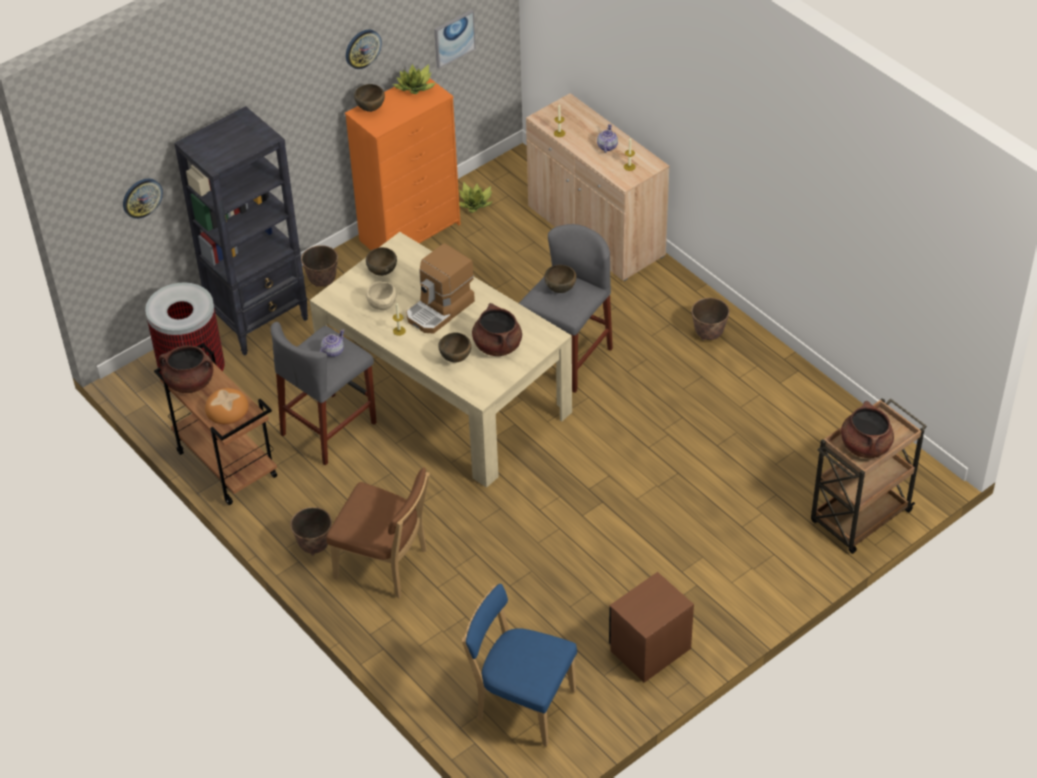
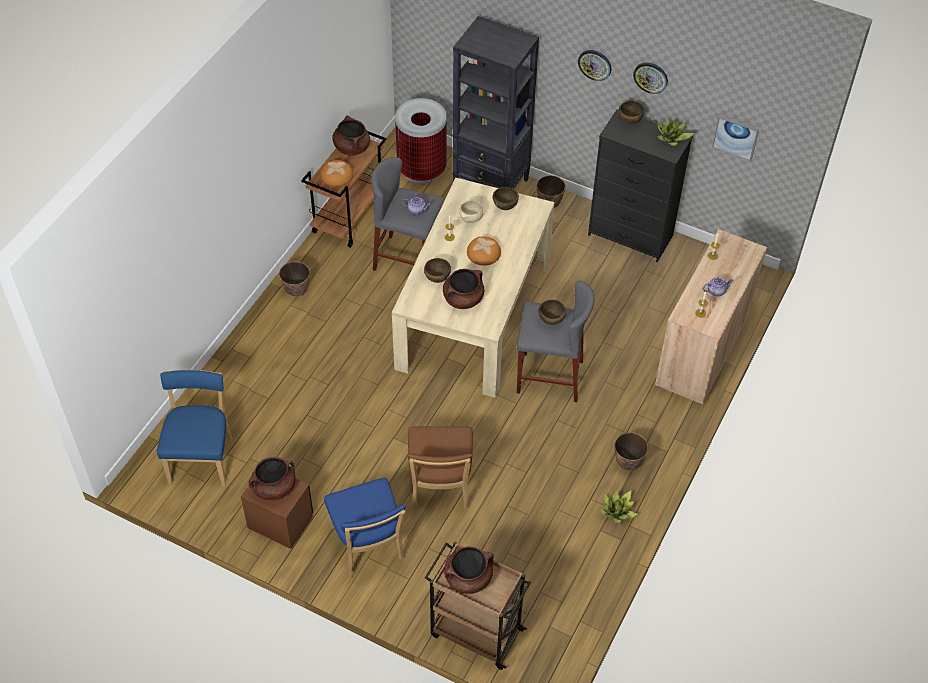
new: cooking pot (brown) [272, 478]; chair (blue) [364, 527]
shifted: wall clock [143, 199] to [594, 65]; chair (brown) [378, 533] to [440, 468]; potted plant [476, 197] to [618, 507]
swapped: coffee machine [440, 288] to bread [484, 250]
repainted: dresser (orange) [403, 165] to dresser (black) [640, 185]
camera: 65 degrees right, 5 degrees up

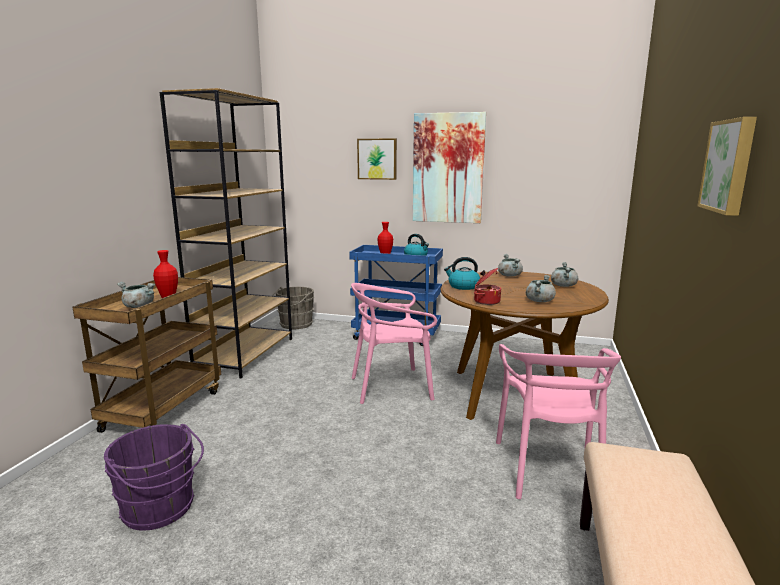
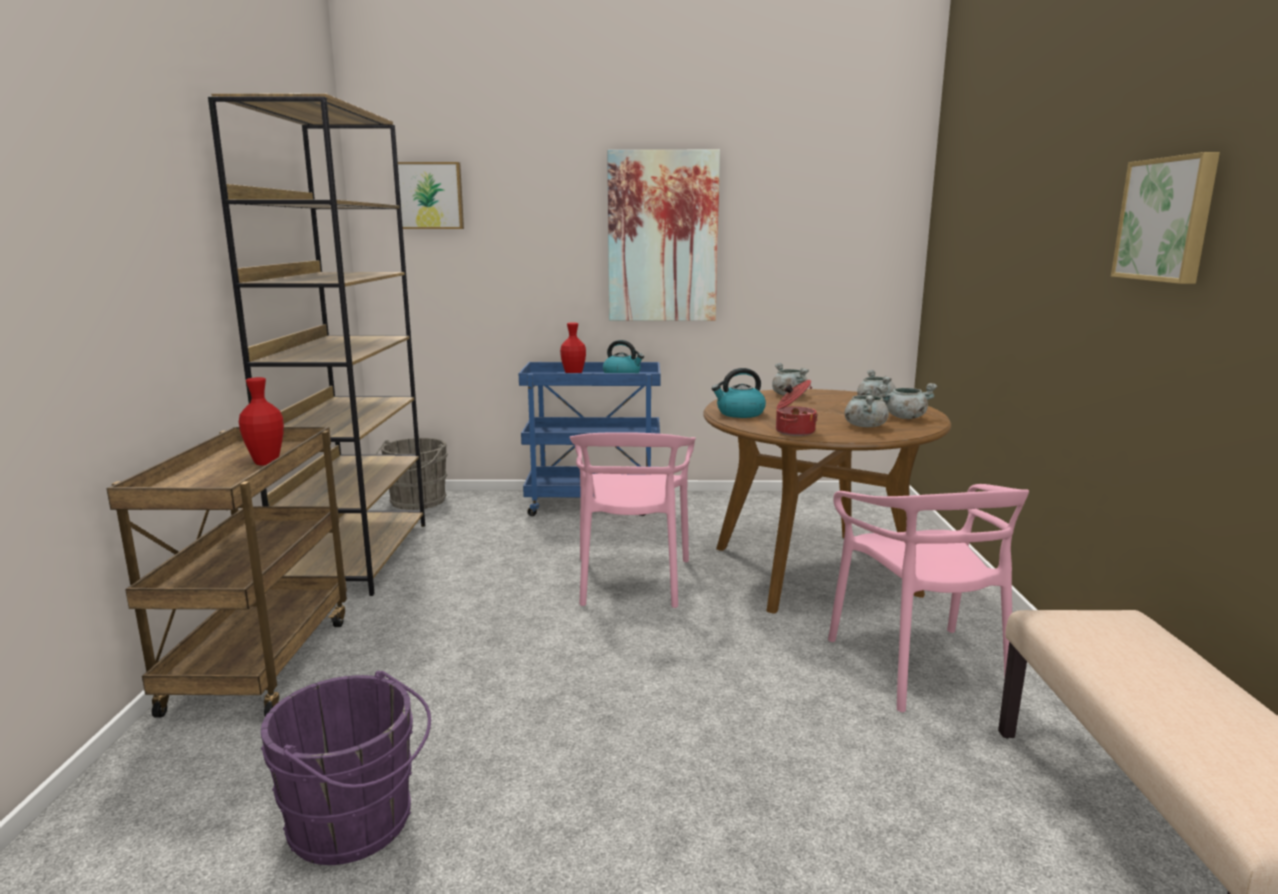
shifted: cooking pot (grey) [136, 295] to [906, 401]; picture [377, 159] to [431, 195]
rotated: chair (pink) [394, 343] = [632, 520] 60 degrees counterclockwise
camera: 15 degrees left, 0 degrees up

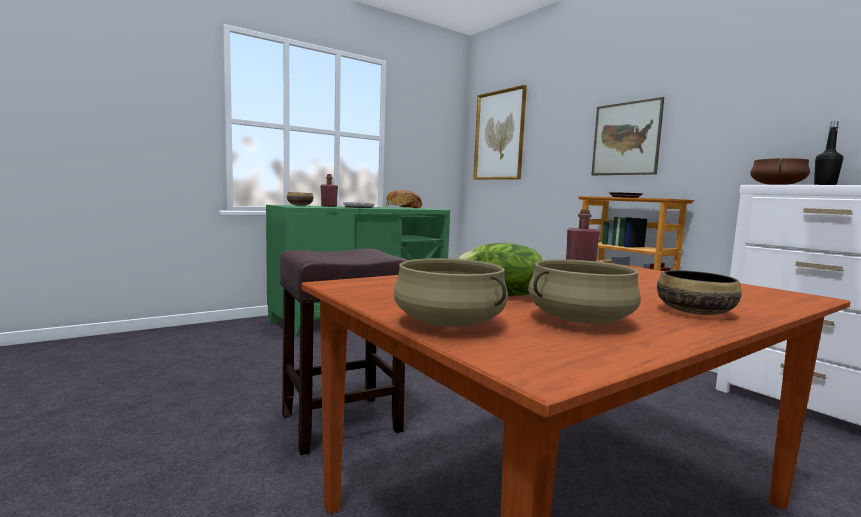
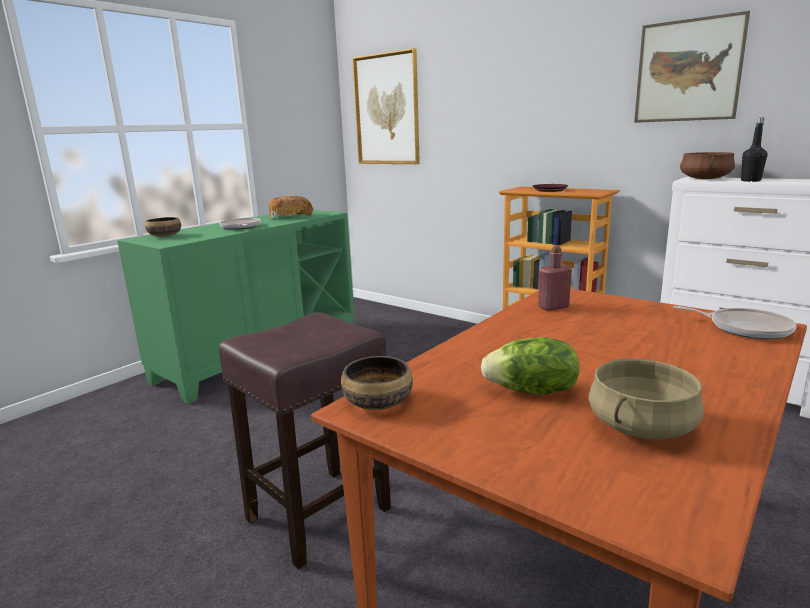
gone: bottle (red) [329, 190]; cooking pot (beige) [451, 292]
new: frying pan [735, 322]
shifted: picture [627, 136] to [692, 67]; bowl [699, 292] to [377, 383]
camera: 15 degrees left, 10 degrees up

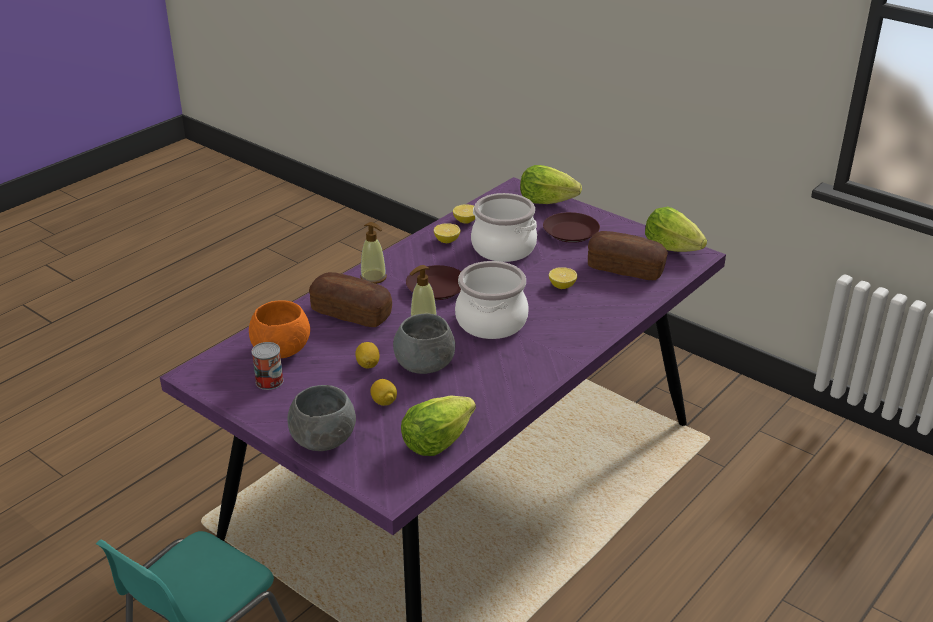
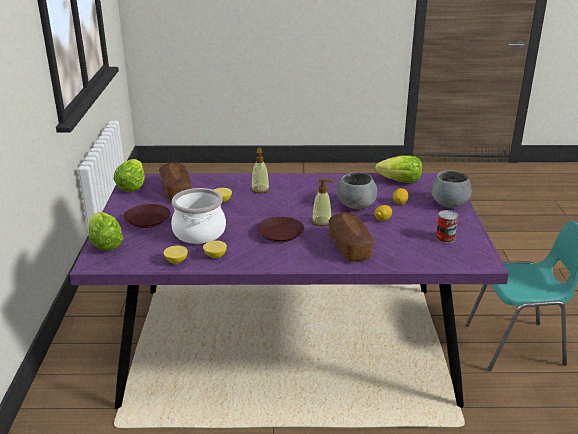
gone: bowl (orange) [279, 329]; cooking pot [492, 300]
shifted: soap dispenser [373, 253] to [260, 170]
camera: 130 degrees left, 5 degrees down

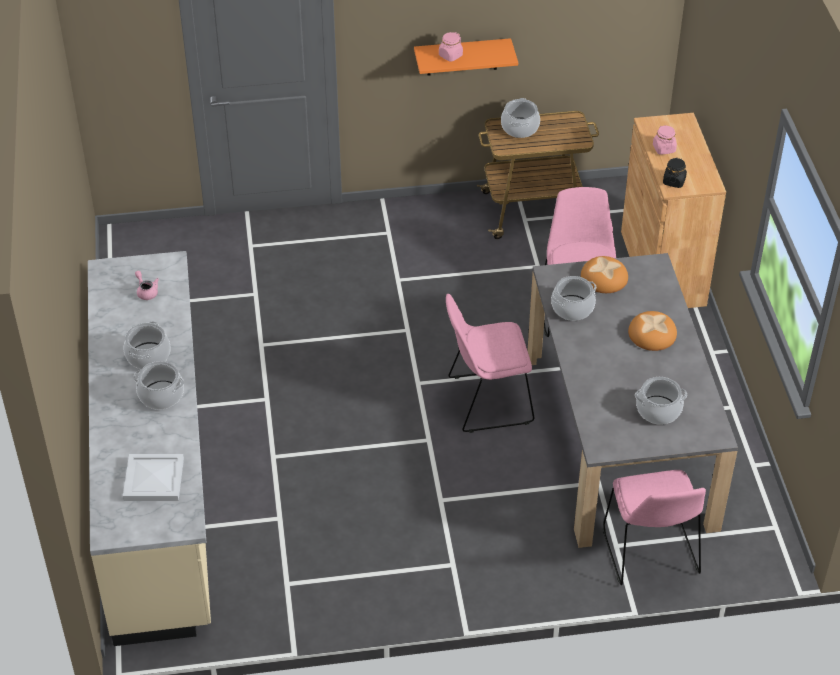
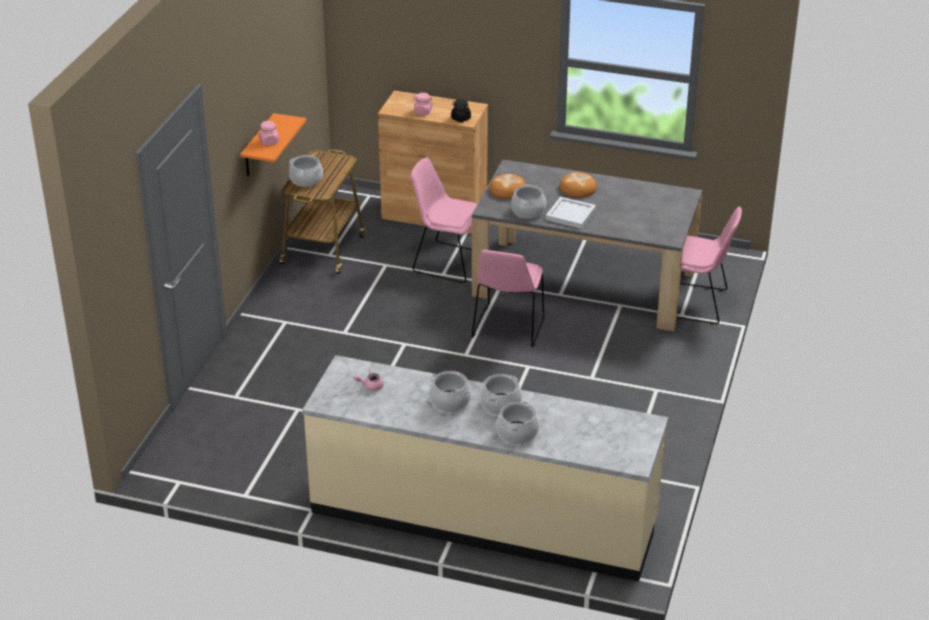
shifted: tray (white) [153, 477] to [571, 213]; cooking pot [661, 401] to [517, 422]
camera: 65 degrees left, 10 degrees down

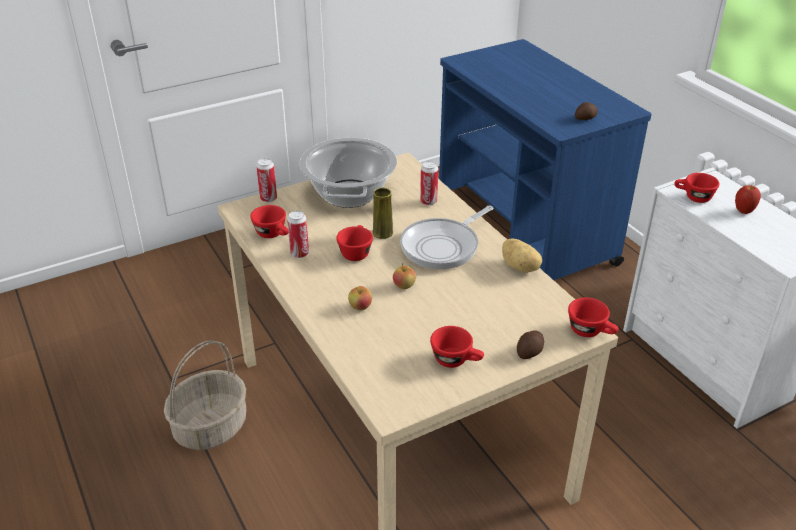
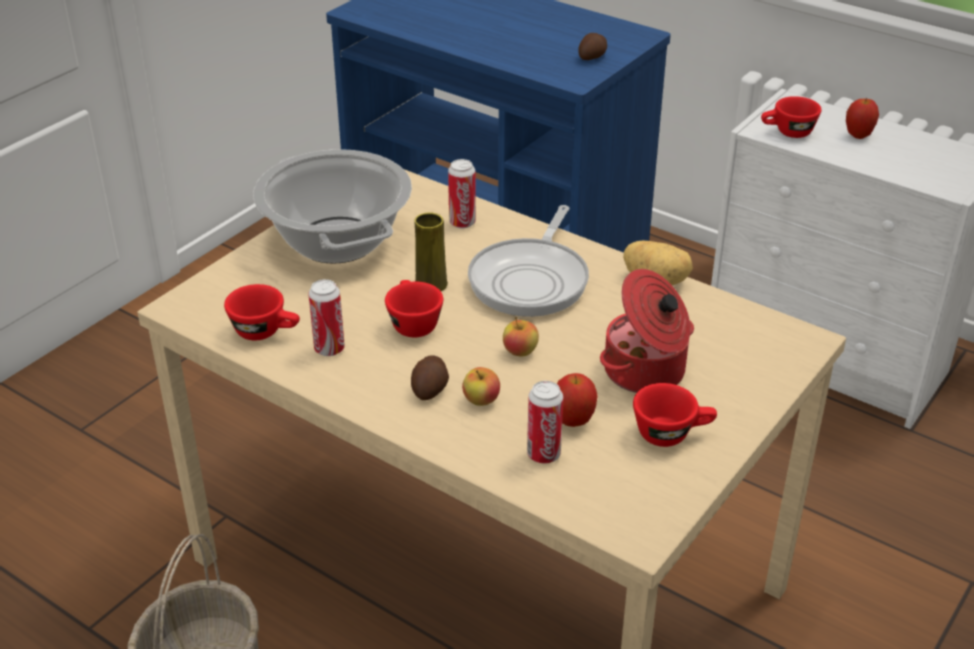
gone: cup (red) [593, 317]
new: apple [577, 400]; cooking pot [647, 331]
shifted: can [266, 180] to [545, 422]; potato [530, 344] to [430, 377]
camera: 25 degrees left, 0 degrees up

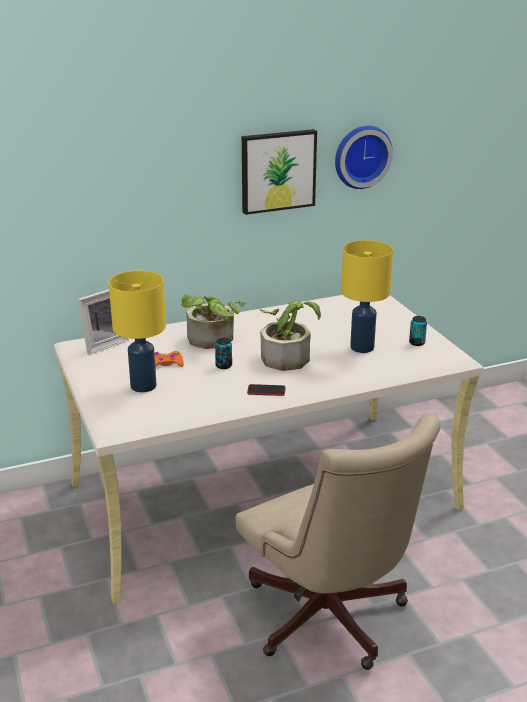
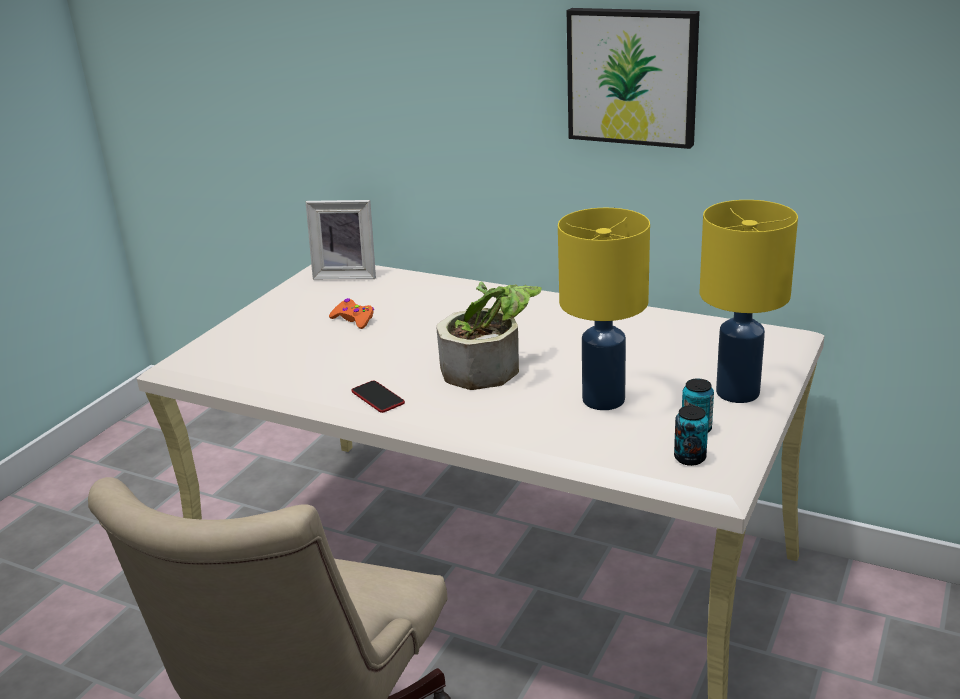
gone: potted plant [213, 321]; wall clock [364, 157]
shifted: table lamp (yellow) [137, 331] to [749, 301]; can [223, 353] to [691, 435]
camera: 50 degrees right, 0 degrees up

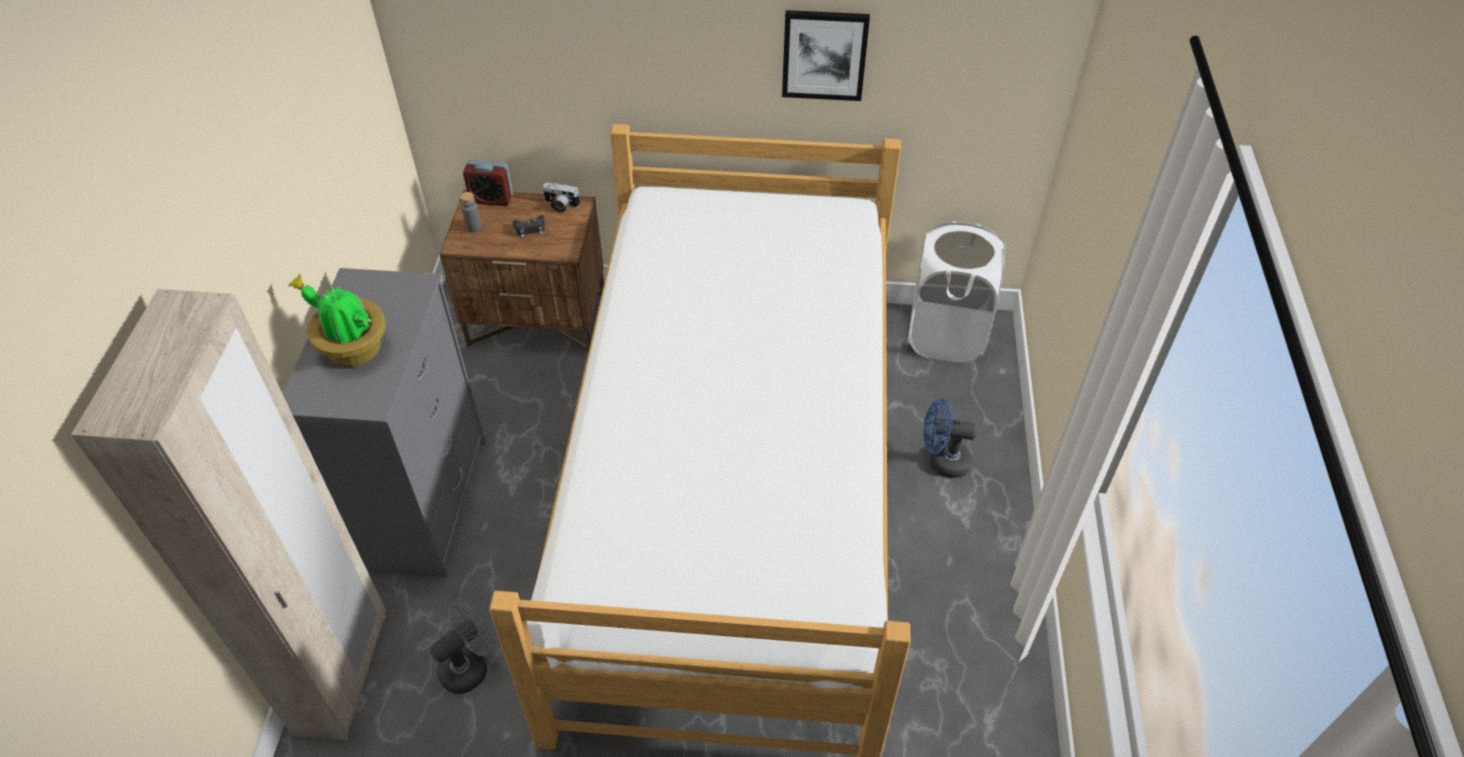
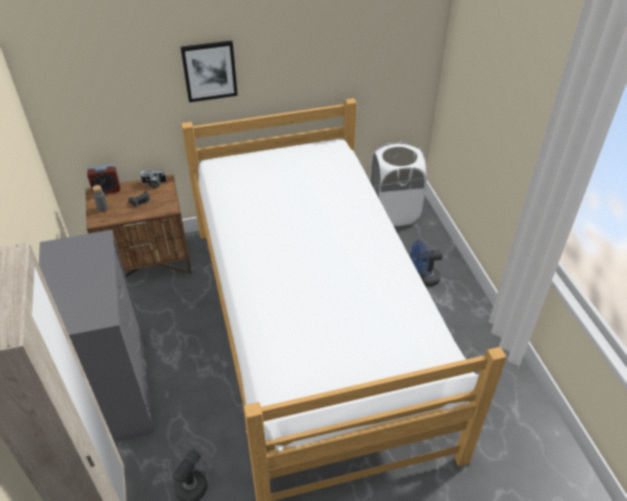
gone: potted plant [337, 320]
shifted: picture [826, 55] to [209, 71]
camera: 20 degrees left, 5 degrees down

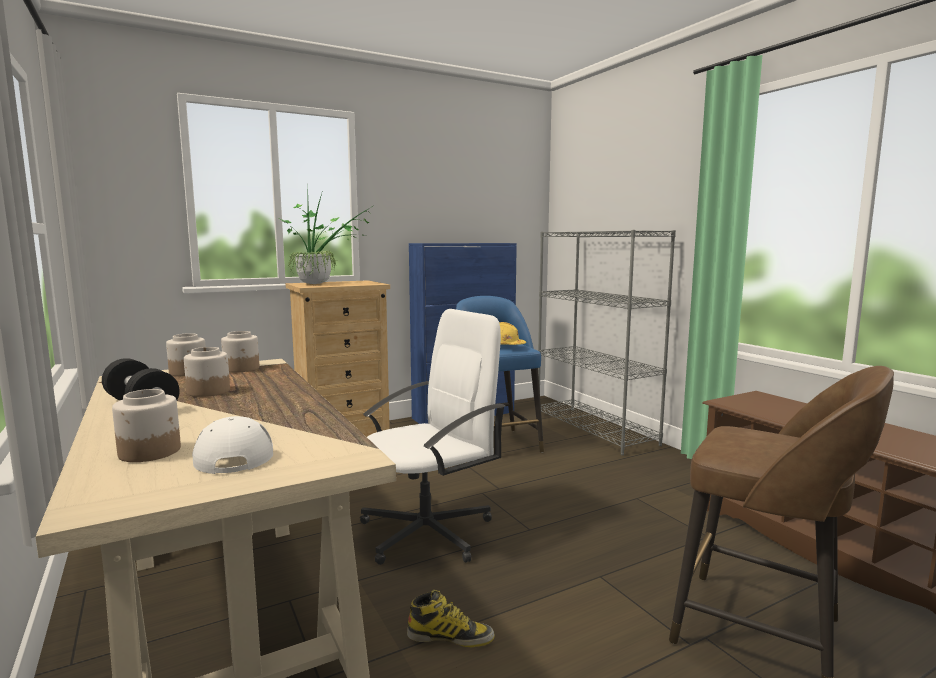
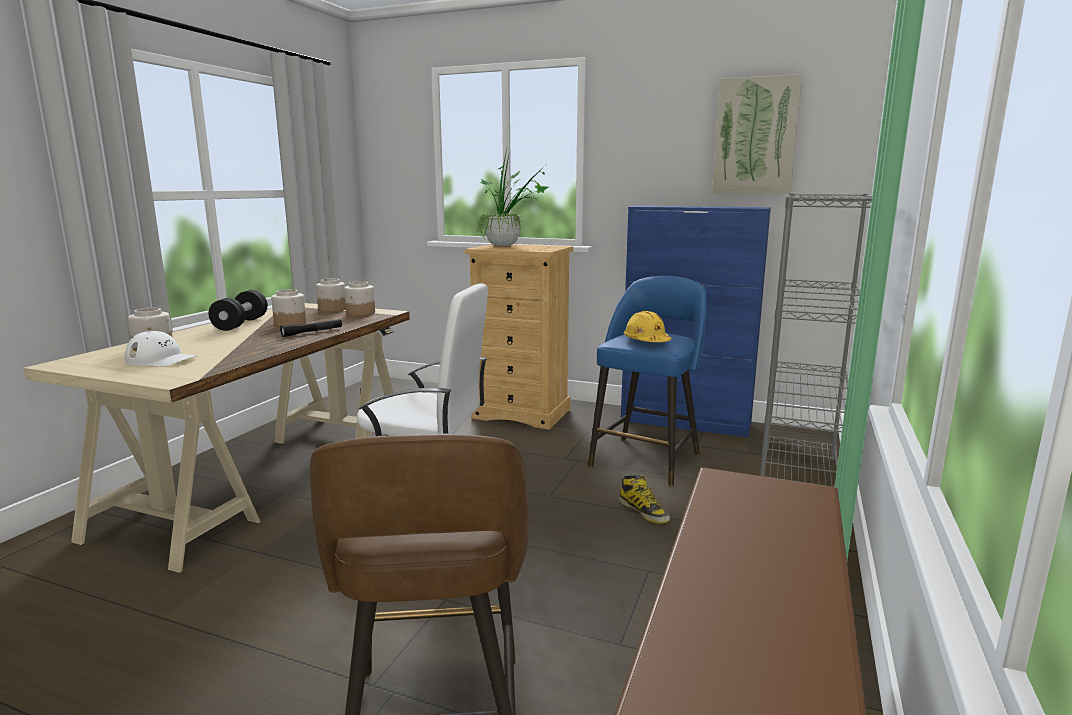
new: flashlight (black) [311, 328]; picture [757, 134]
shifted: boot [451, 618] to [644, 499]
rotated: cap (white) [232, 445] = [161, 349] 75 degrees clockwise
camera: 50 degrees right, 5 degrees up

